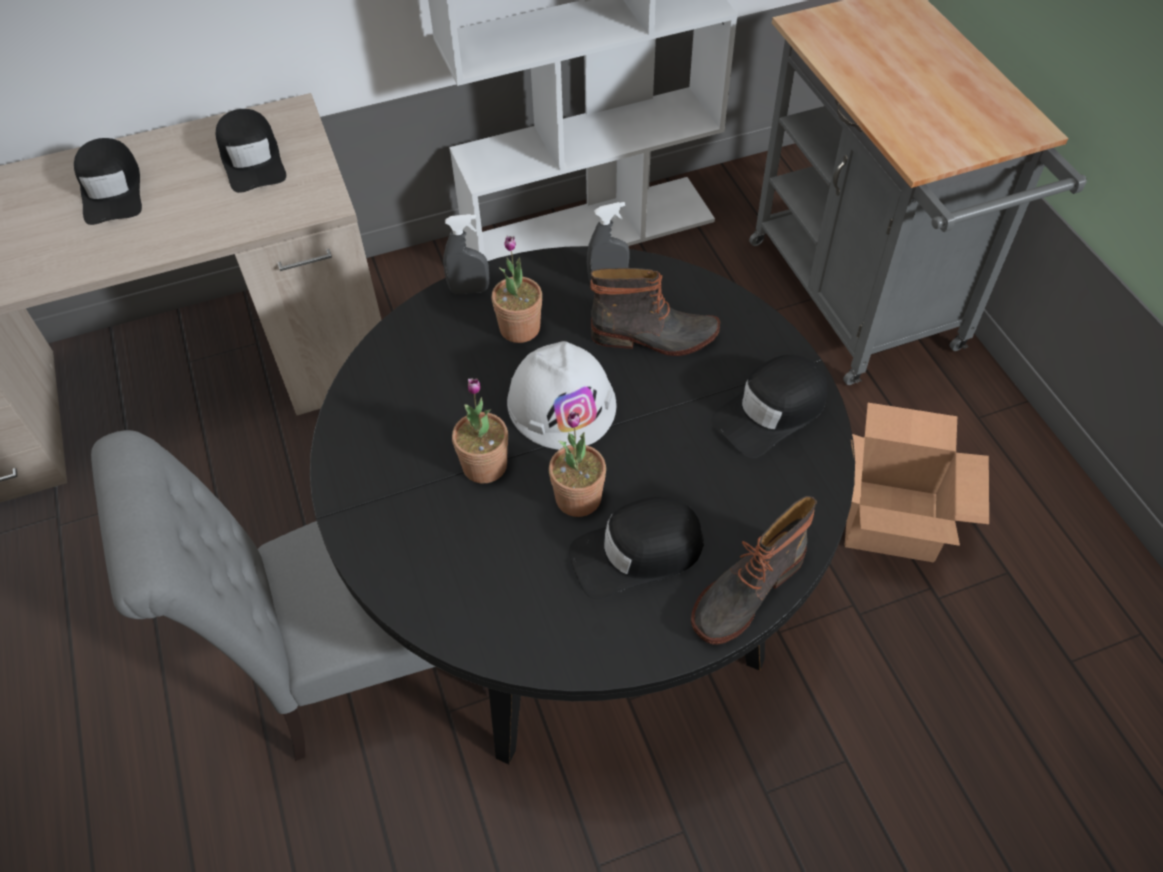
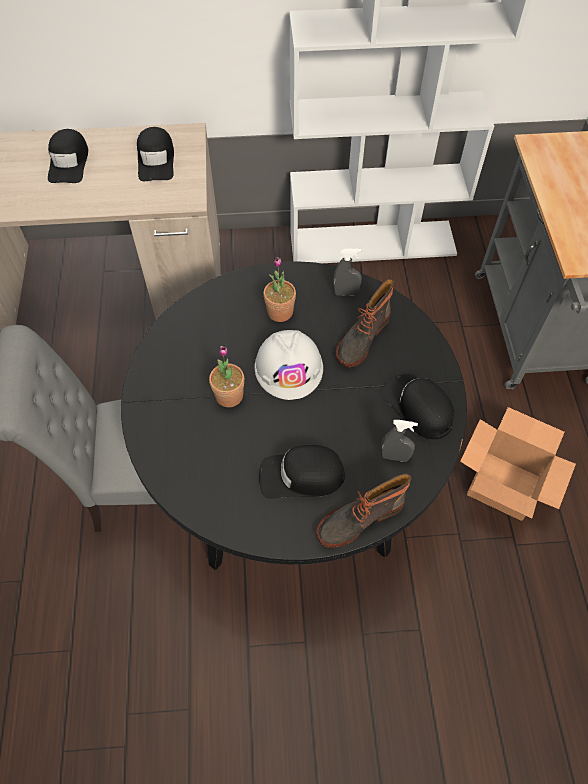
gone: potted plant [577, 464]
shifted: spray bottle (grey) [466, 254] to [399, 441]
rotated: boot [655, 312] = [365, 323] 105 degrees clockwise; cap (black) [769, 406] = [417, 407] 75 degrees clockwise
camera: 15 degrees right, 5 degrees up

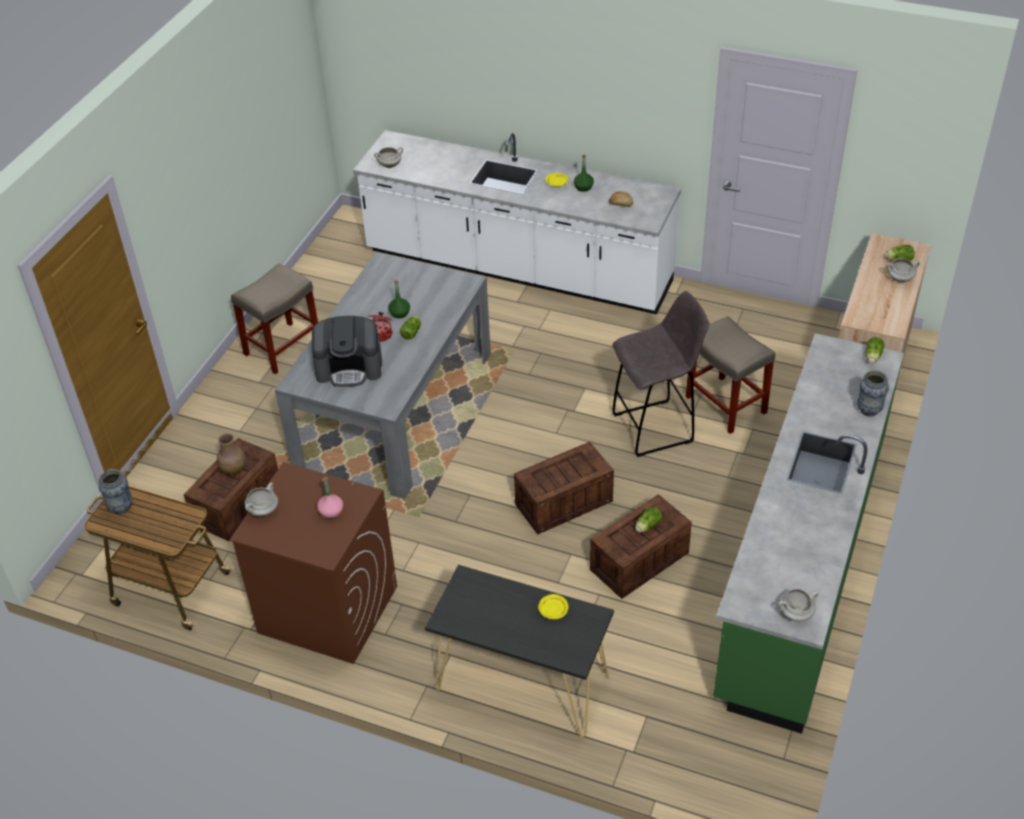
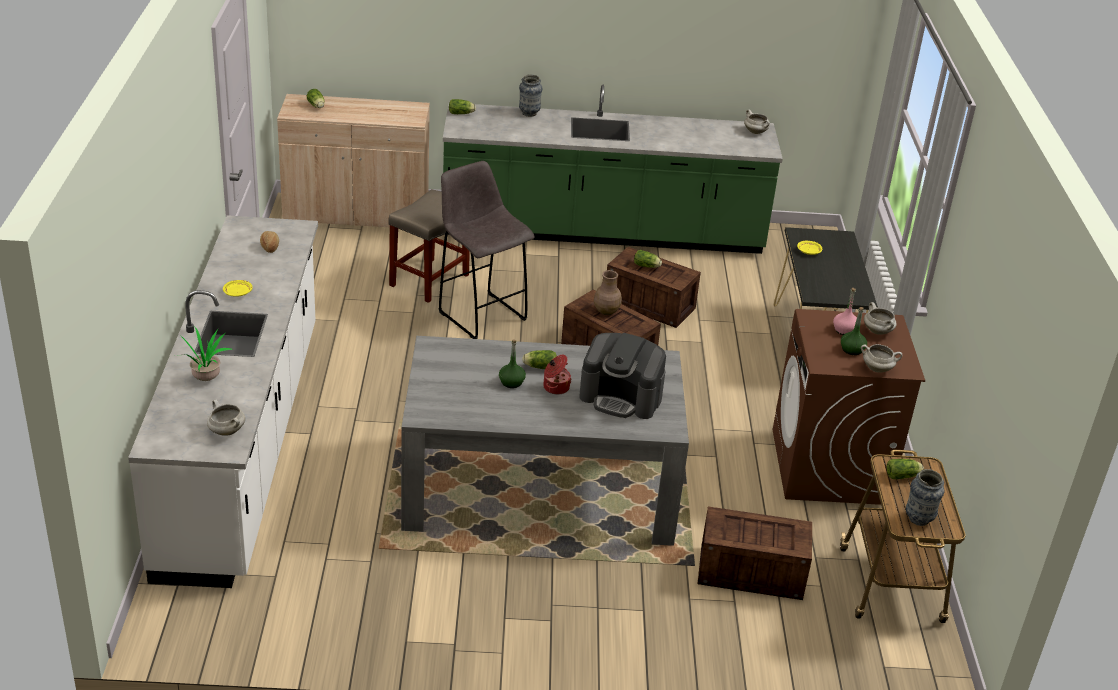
gone: stool (beige) [274, 318]
new: potted plant [202, 354]; lettuce [905, 469]
shifted: vase (brown) [231, 453] to [608, 292]; bottle (green) [584, 173] to [854, 331]; cooking pot (white) [903, 270] to [880, 318]
rotated: coffee machine [347, 351] = [622, 376] 135 degrees clockwise
camera: 115 degrees left, 10 degrees down

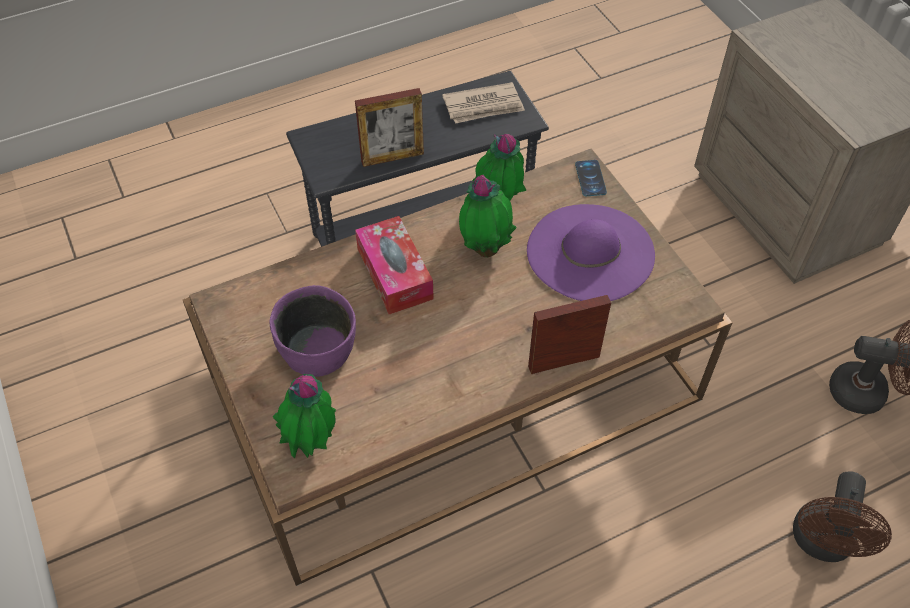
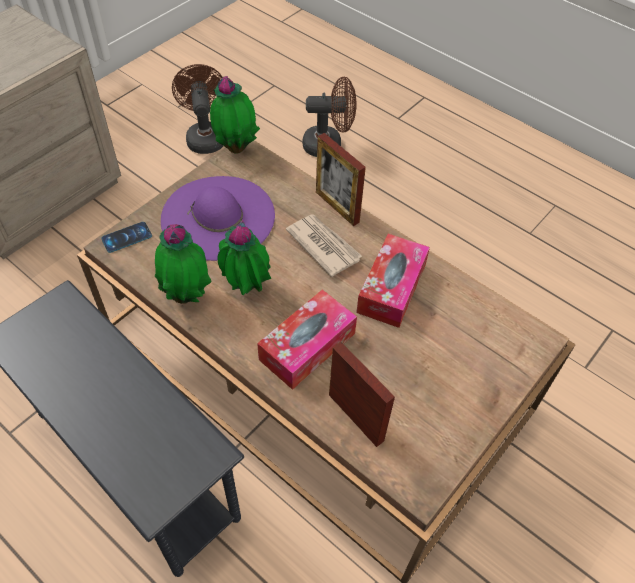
gone: bowl (purple) [313, 331]
new: tissue box [393, 281]
shifted: potted plant [304, 416] to [235, 115]; picture frame [389, 127] to [362, 394]; newspaper [483, 103] to [324, 245]
camera: 115 degrees left, 0 degrees up

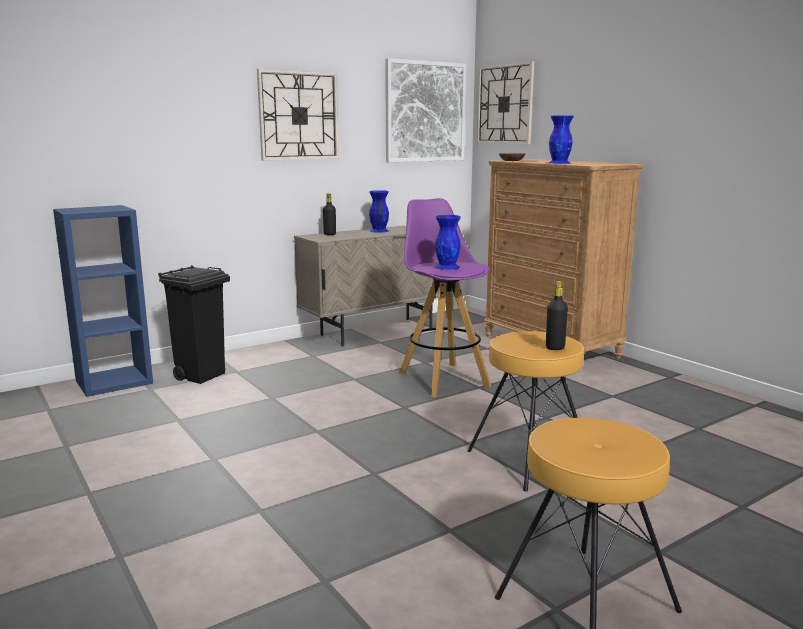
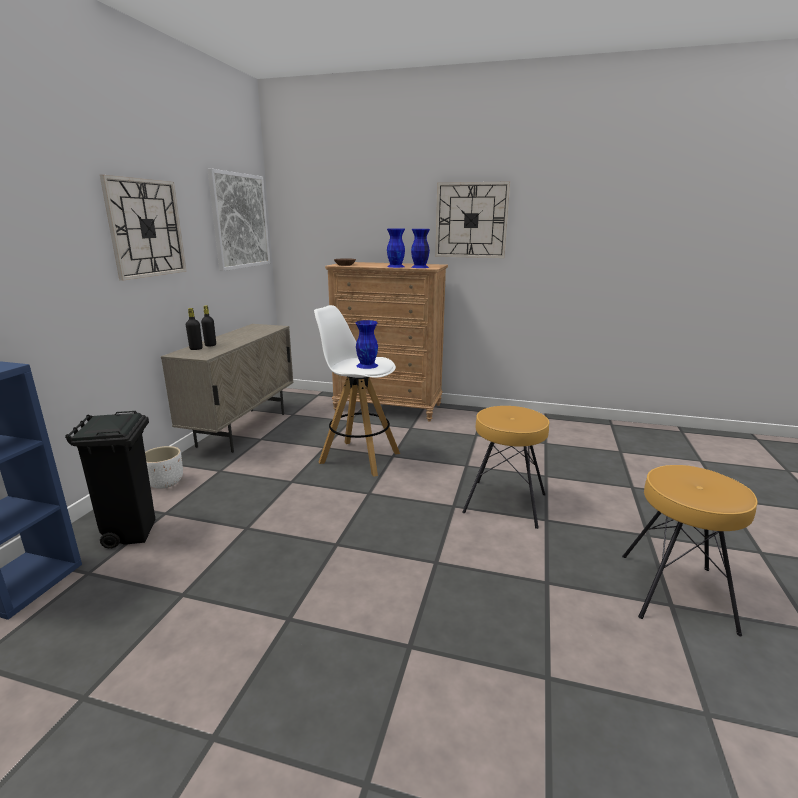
new: planter (white) [164, 467]
shifted: vase (blue) [379, 211] to [420, 248]; wall clock [506, 102] to [472, 219]; bottle (black) [557, 315] to [208, 326]
repainted: stool (purple) [445, 298] to stool (white) [357, 391]
camera: 40 degrees left, 5 degrees up

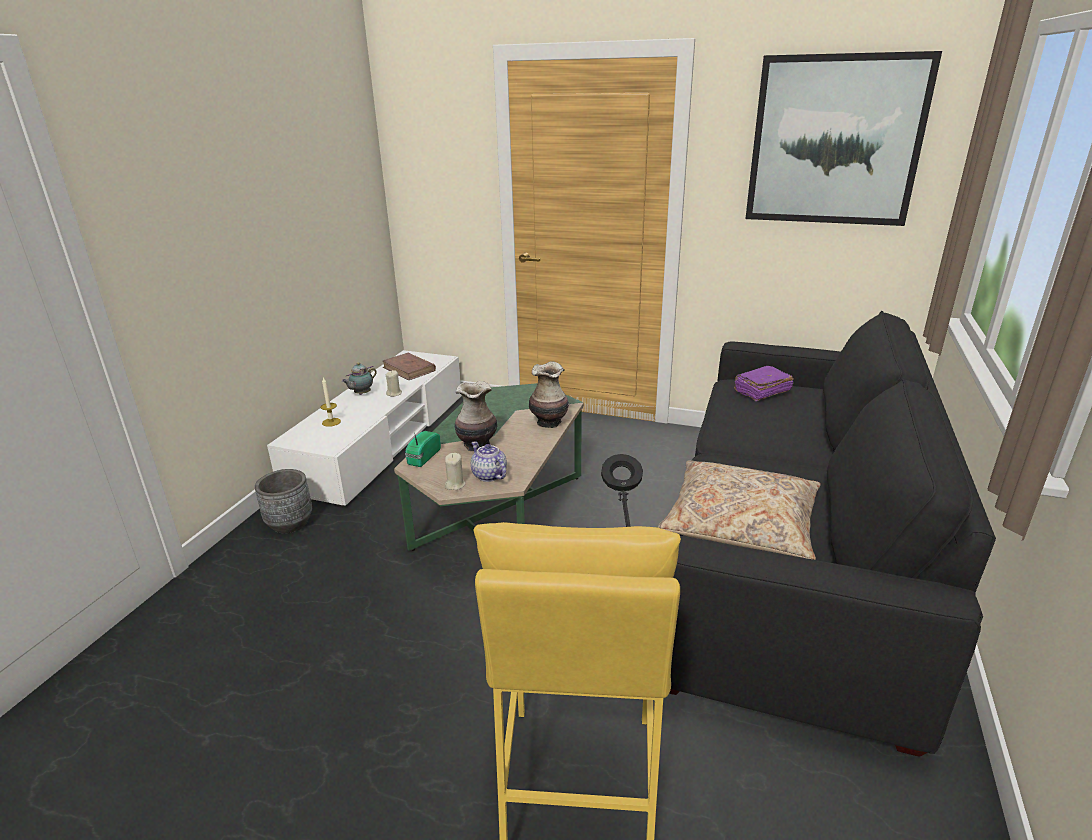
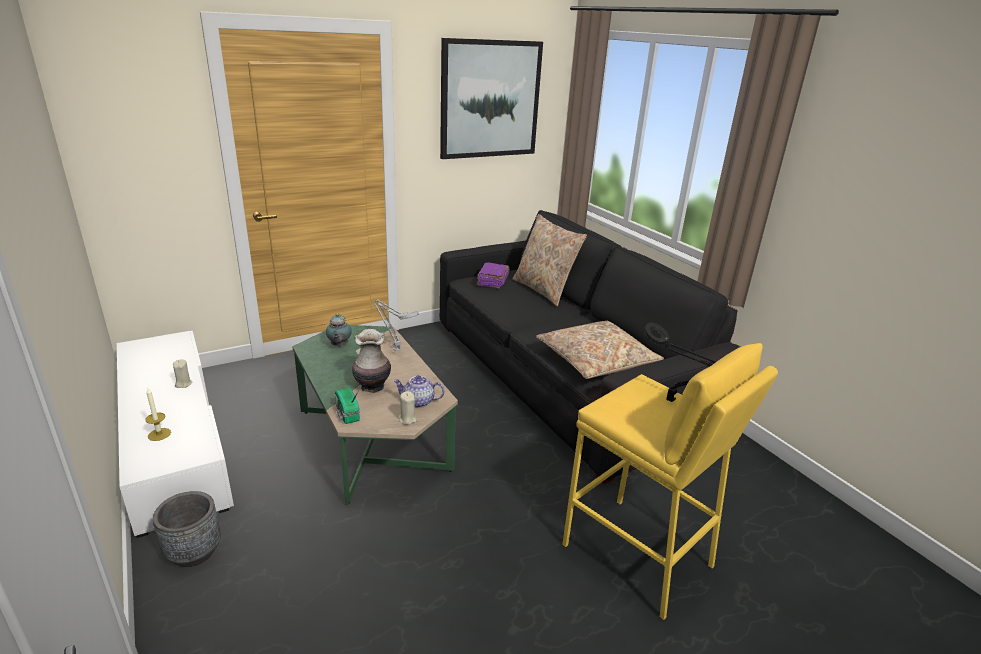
gone: book (brown) [409, 366]
new: pillow (beige) [550, 260]
shifted: teapot [359, 378] to [339, 330]
swapped: vase [549, 394] to table lamp (grey) [397, 325]
camera: 50 degrees left, 0 degrees up

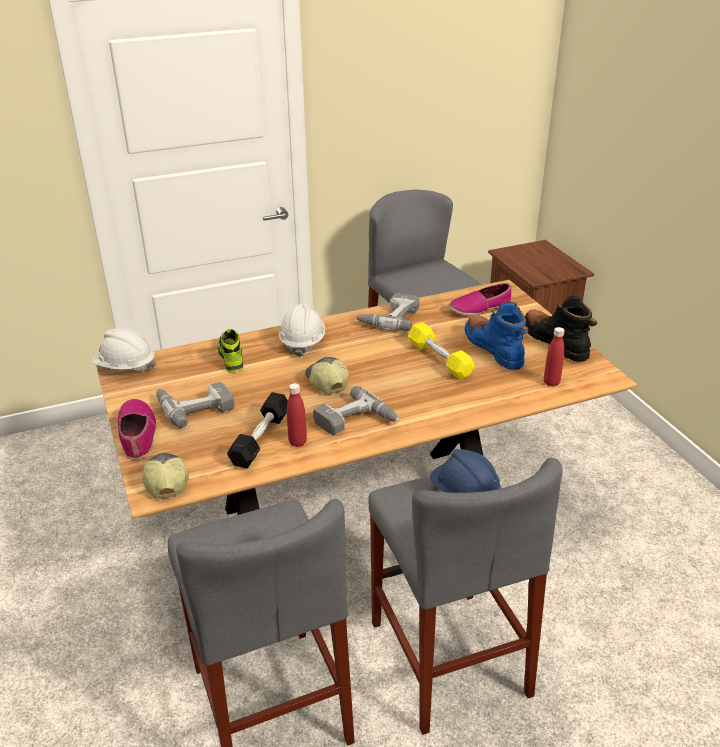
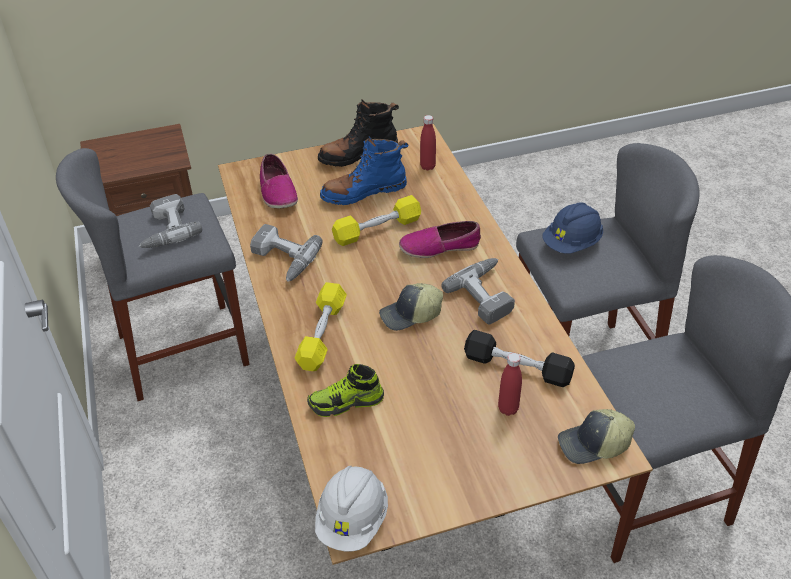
shifted: shoe [137, 429] to [440, 239]; power drill [195, 405] to [170, 221]; bottle (red) [297, 415] to [510, 384]
swapped: hard hat (white) [302, 330] to dumbbell (yellow) [321, 326]
camera: 85 degrees left, 10 degrees up

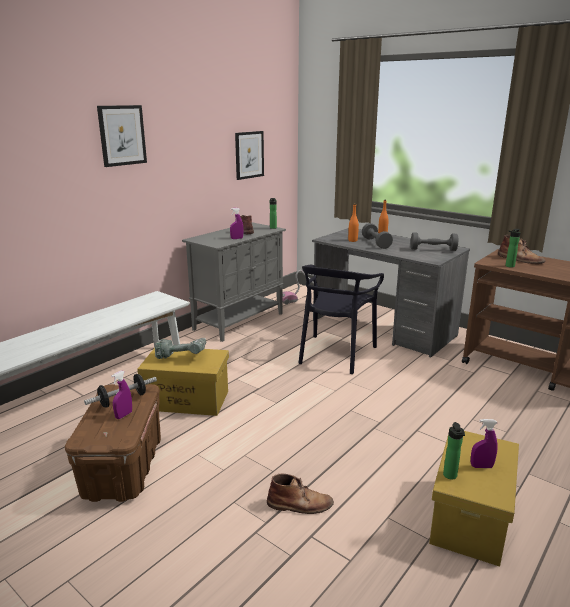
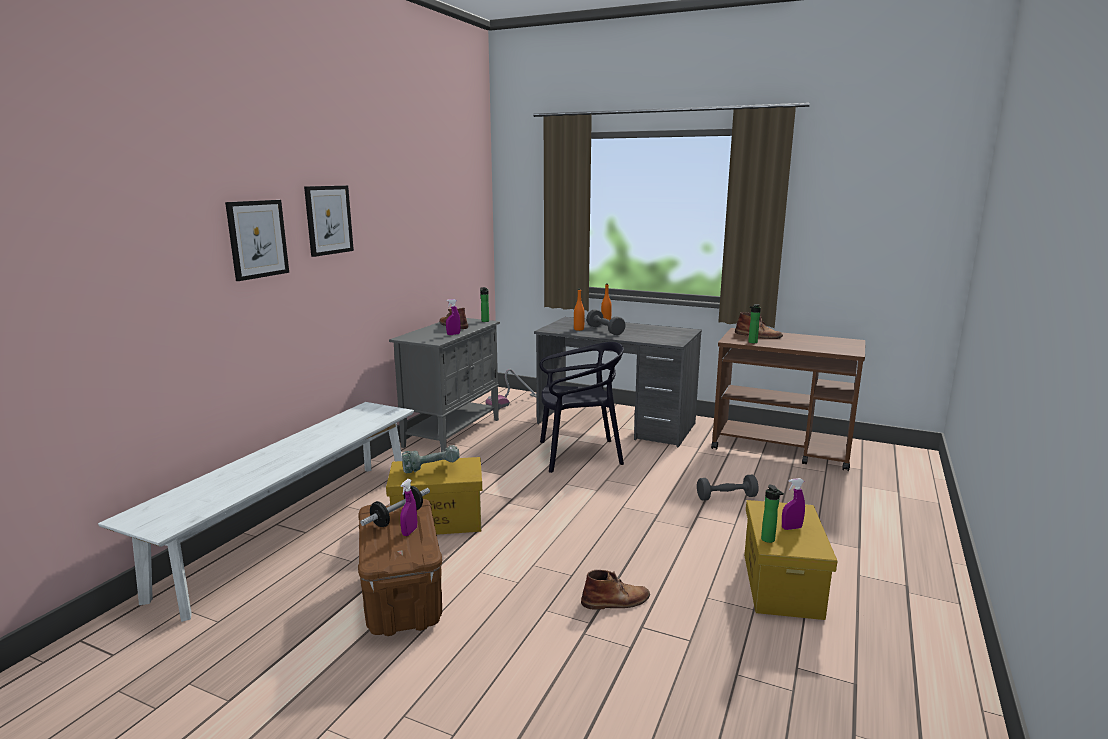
shifted: picture [249, 155] to [257, 240]; dumbbell (grey) [434, 242] to [727, 488]
rotated: chair (black) [341, 319] = [582, 407] 105 degrees counterclockwise
camera: 15 degrees left, 5 degrees down

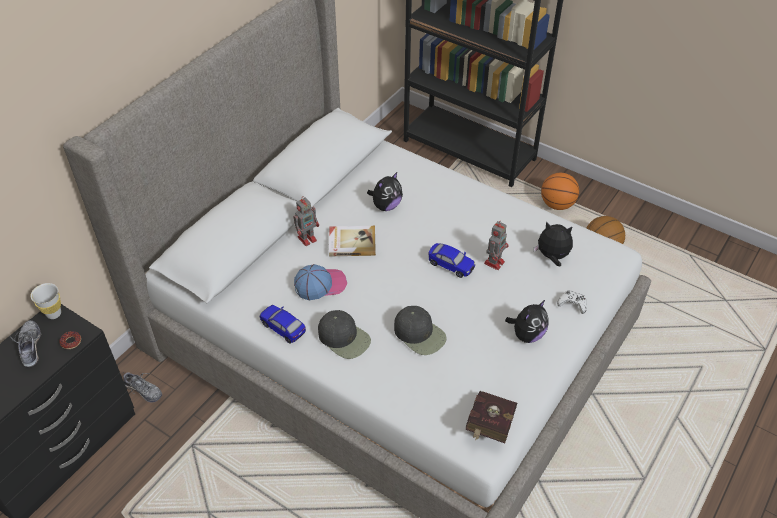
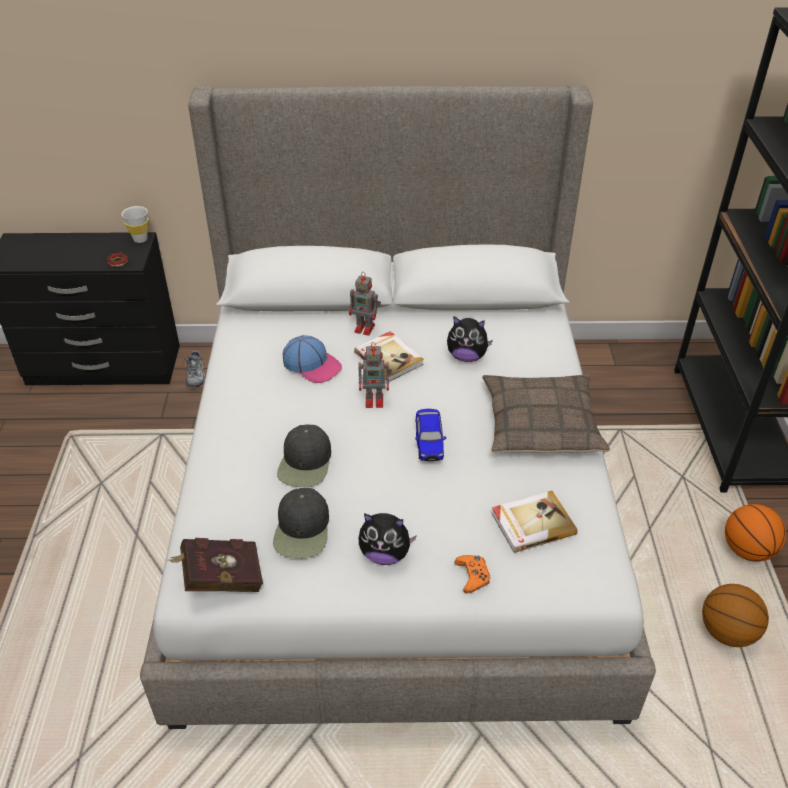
gone: shoe [25, 343]; toy car [283, 324]
new: pillow [546, 413]
shifted: cap (black) [344, 334] to [301, 523]; toy robot [496, 245] to [375, 375]
swapped: plush toy [553, 244] to book [534, 522]
repainted: game controller (white) [572, 302] to game controller (orange) [472, 574]
camera: 55 degrees right, 5 degrees down

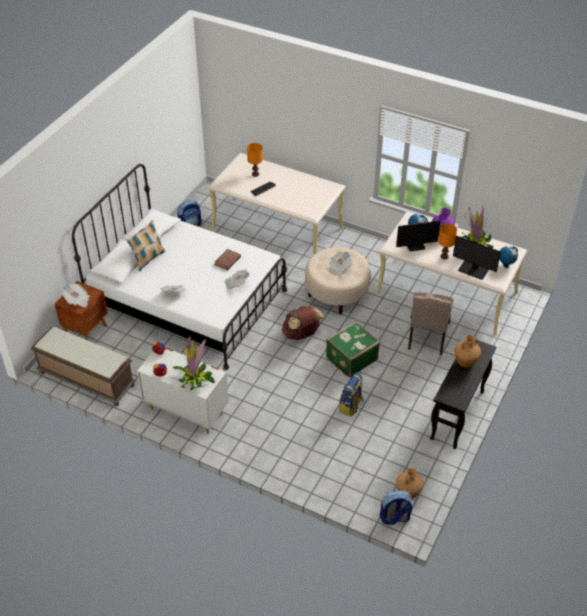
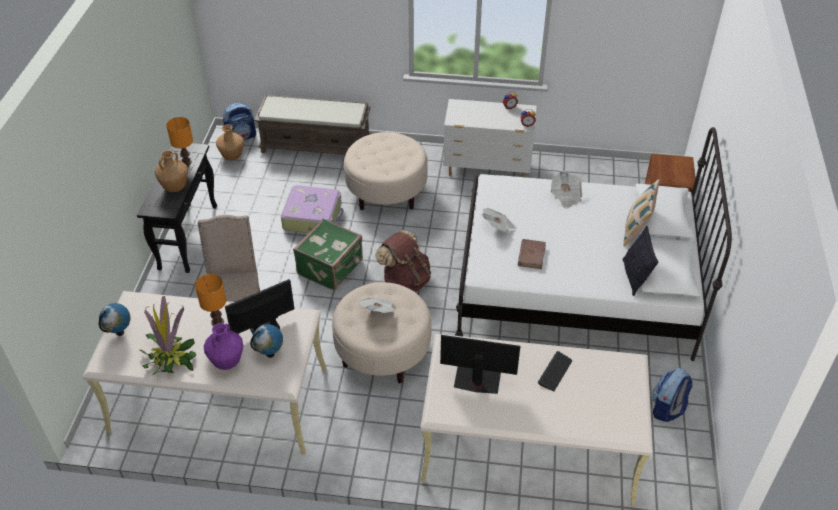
gone: newspaper [76, 295]; potted plant [194, 363]
new: ottoman (beige) [386, 171]; pillow [640, 261]
shifted: bench (brown) [83, 366] to [313, 125]; table lamp (orange) [255, 160] to [179, 141]; monitor [477, 258] to [480, 364]
swapped: backpack [351, 394] to suitcase [312, 209]
camera: 160 degrees right, 0 degrees up

